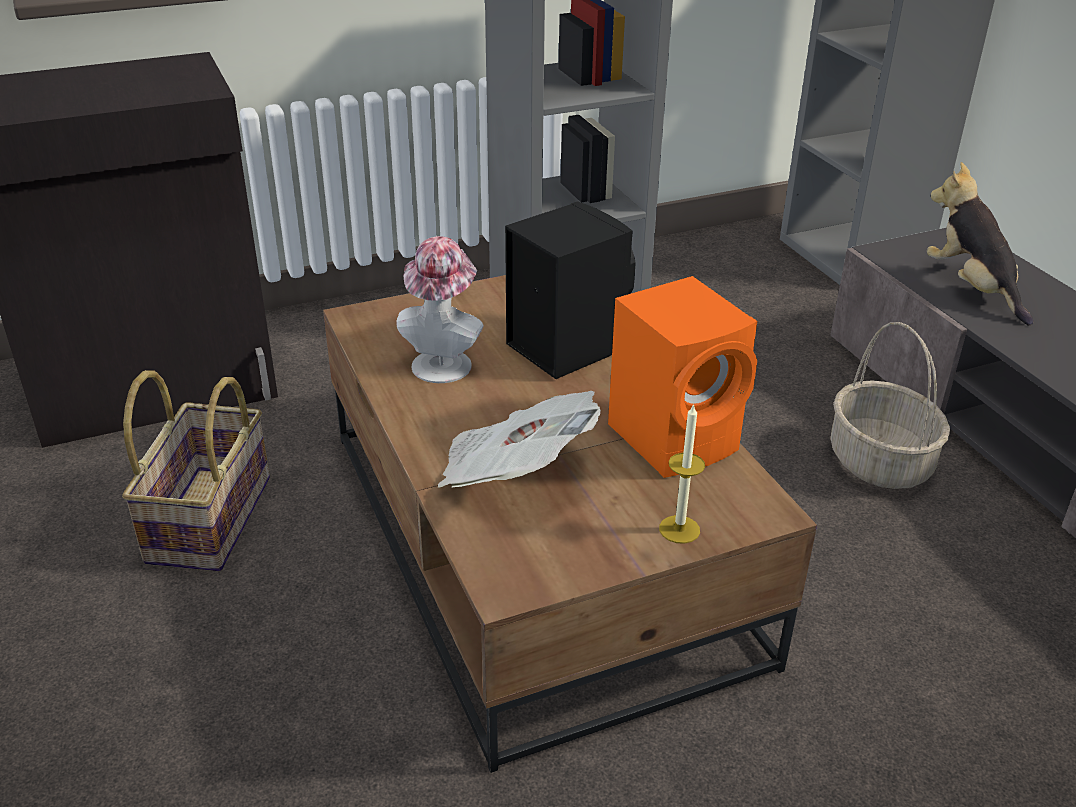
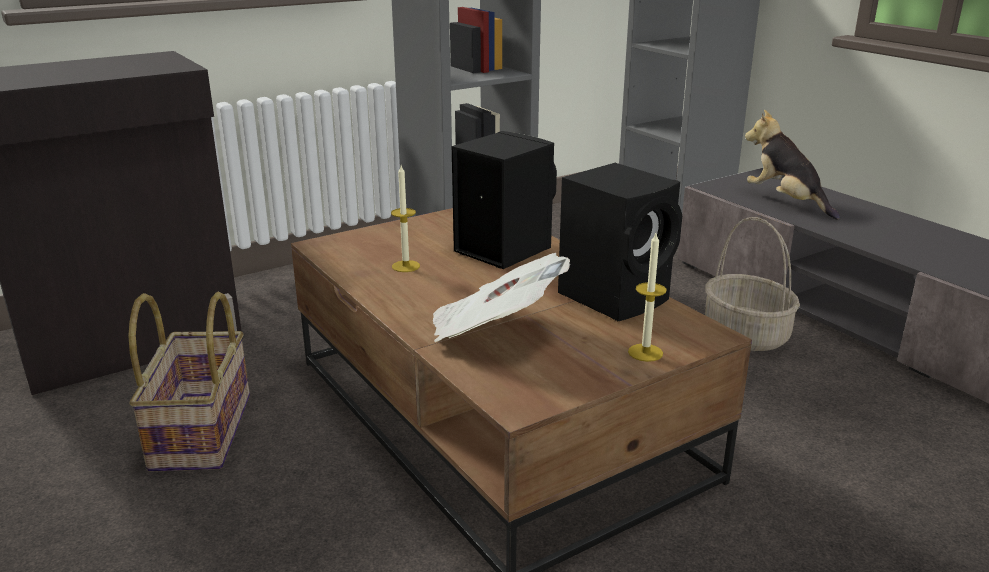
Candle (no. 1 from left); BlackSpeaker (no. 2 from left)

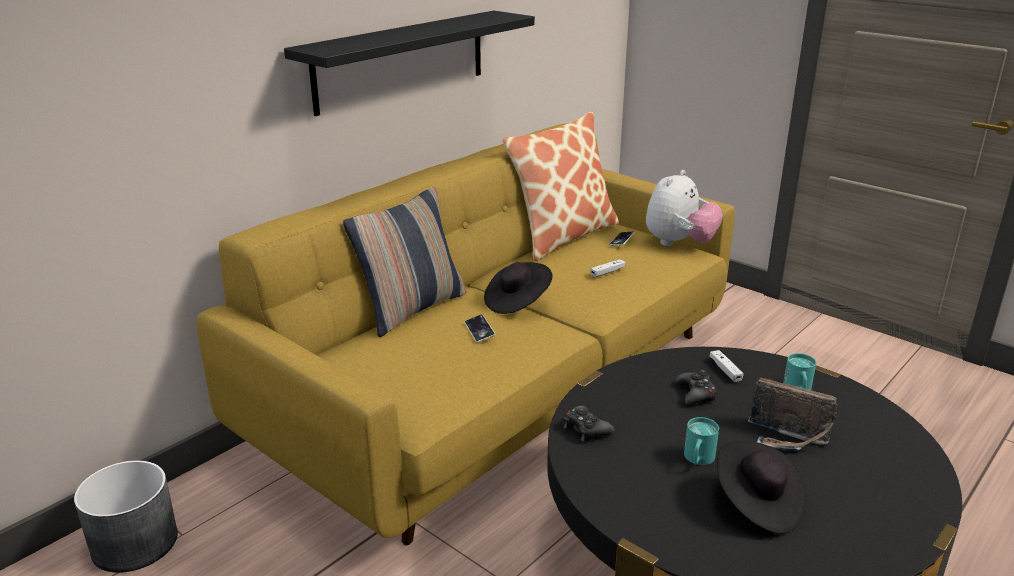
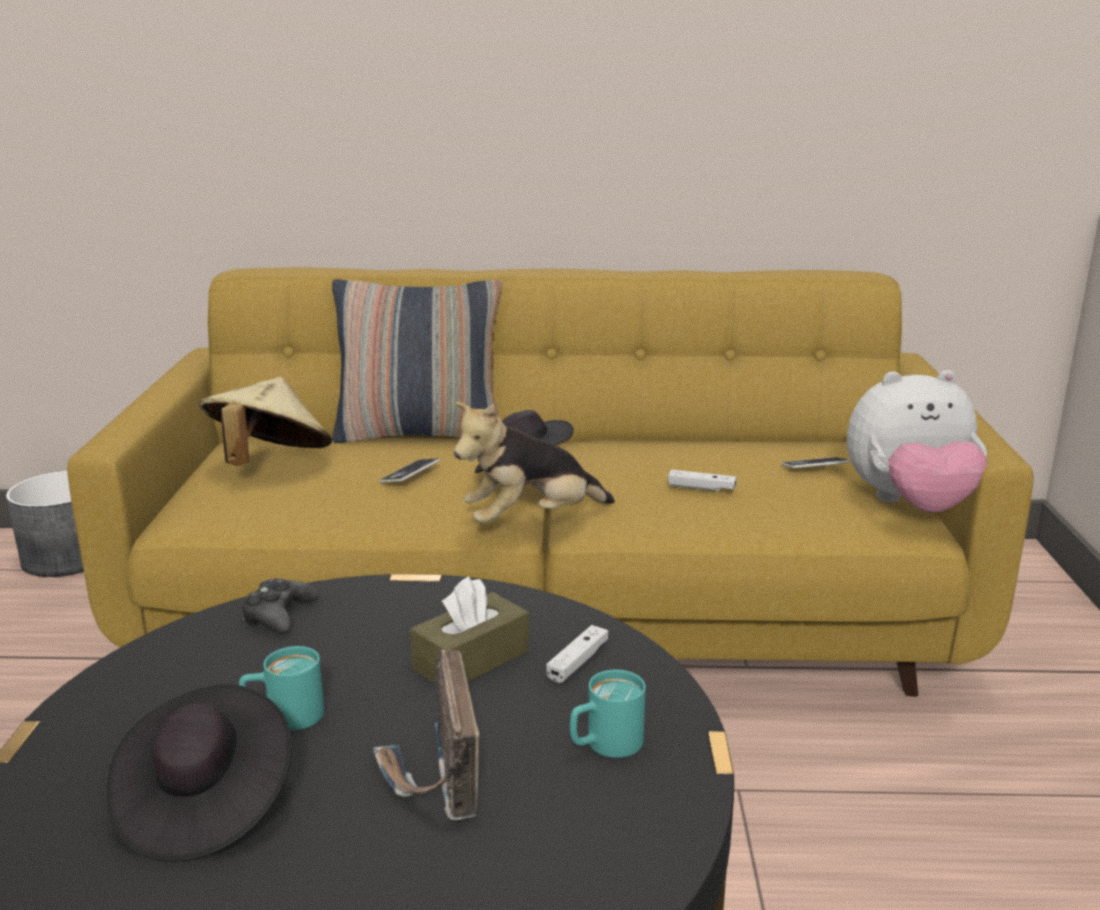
BeigeHat; BrownTissueBox; PlushToy (no. 1 from left); BlackShelf; Pillow (no. 2 from left in the first image)

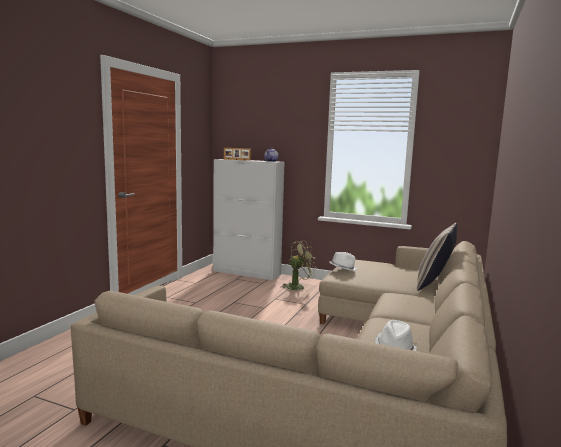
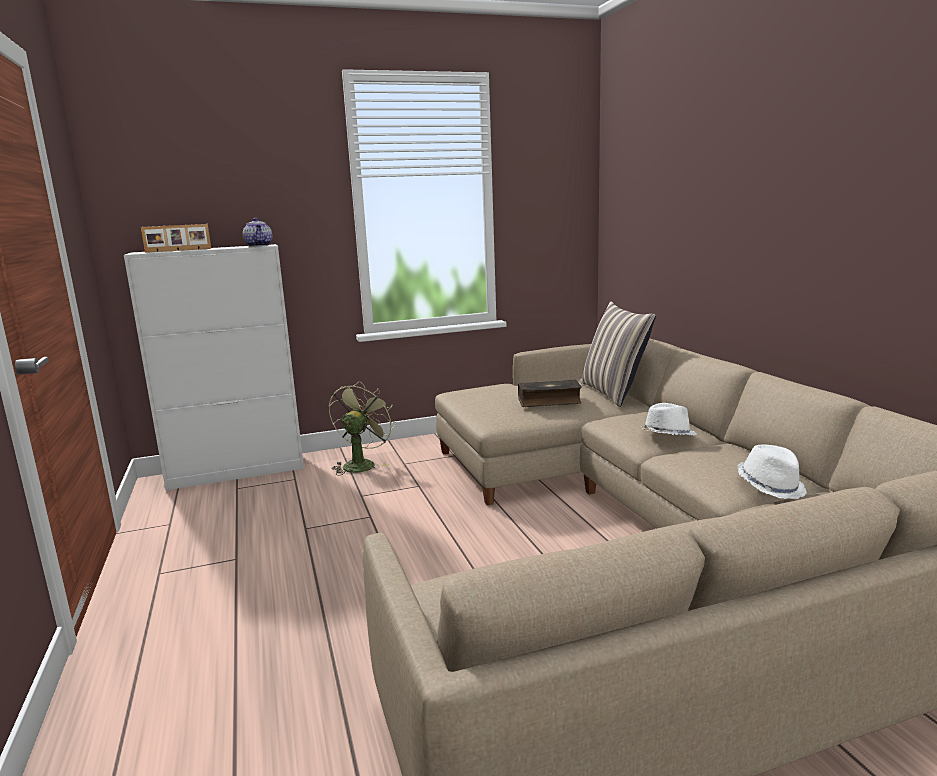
Book; WhiteHat (no. 1 from left)

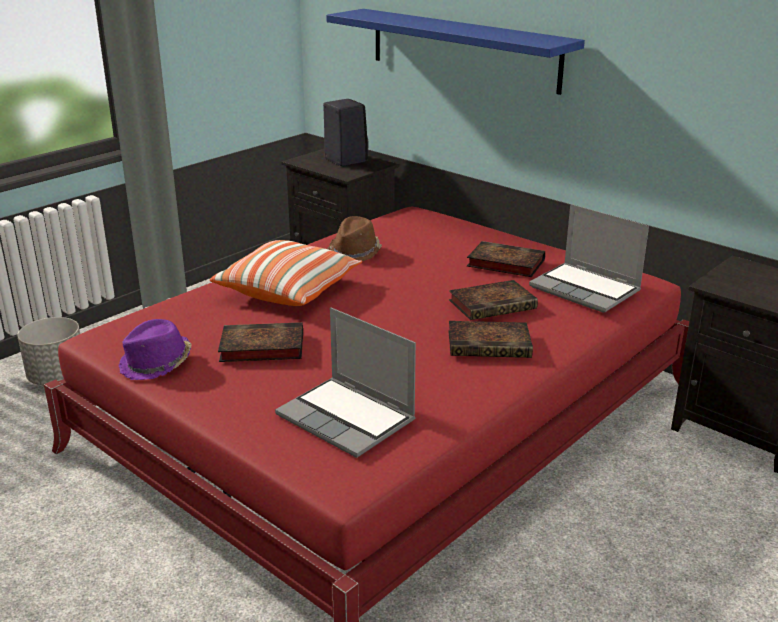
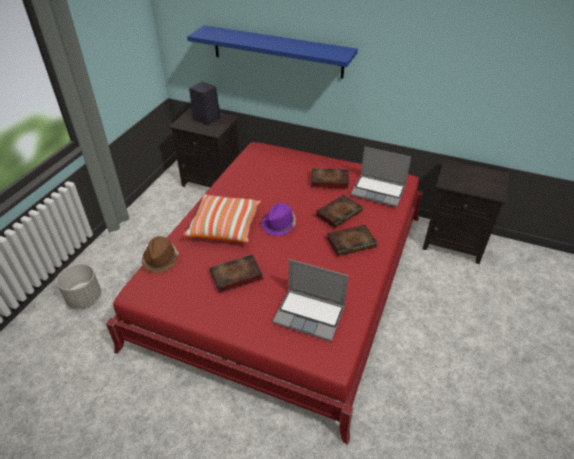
BrownHat; PurpleHat

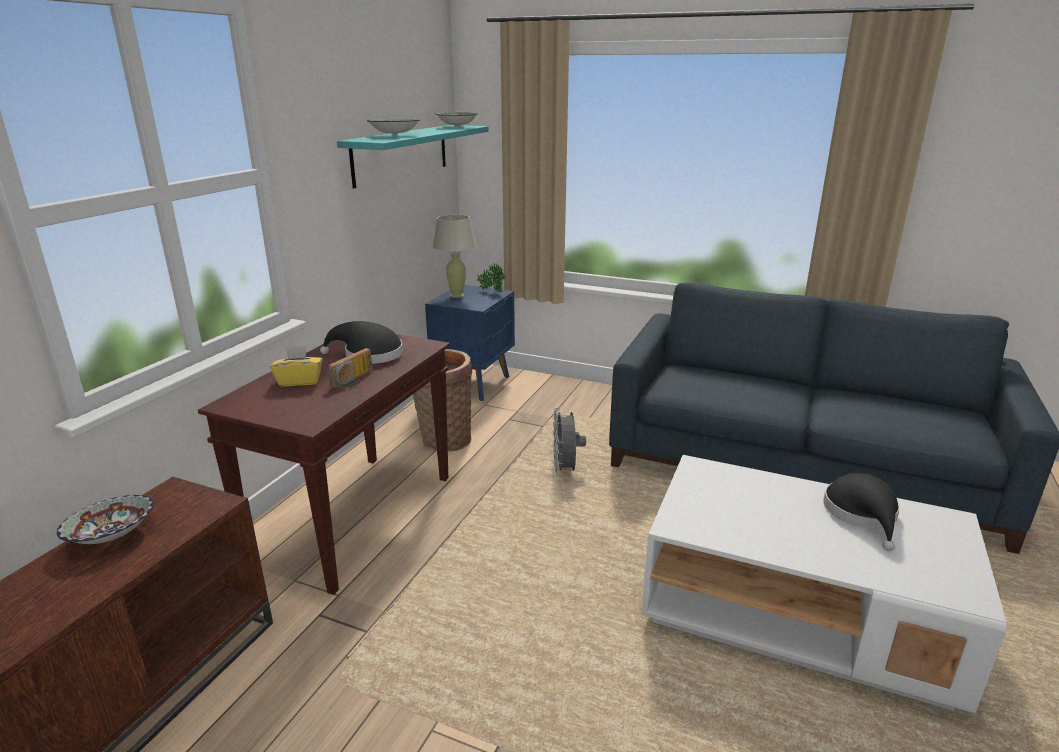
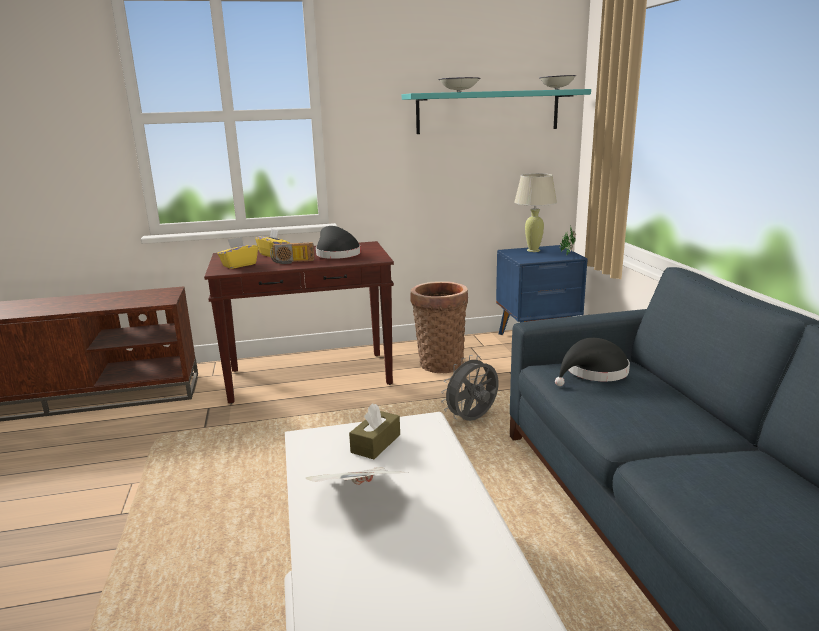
YellowTissueBox (no. 1 from left); Newspaper; BrownTissueBox; BlackHat (no. 2 from left); Bowl (no. 1 from left in the first image)

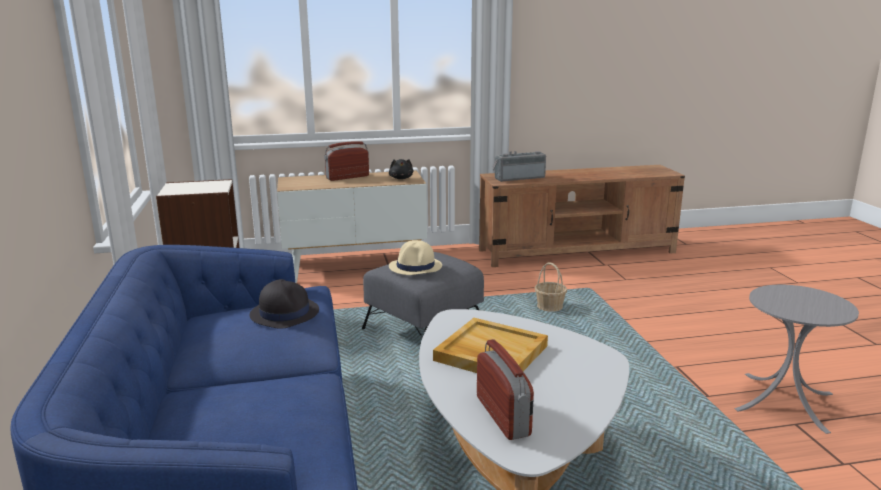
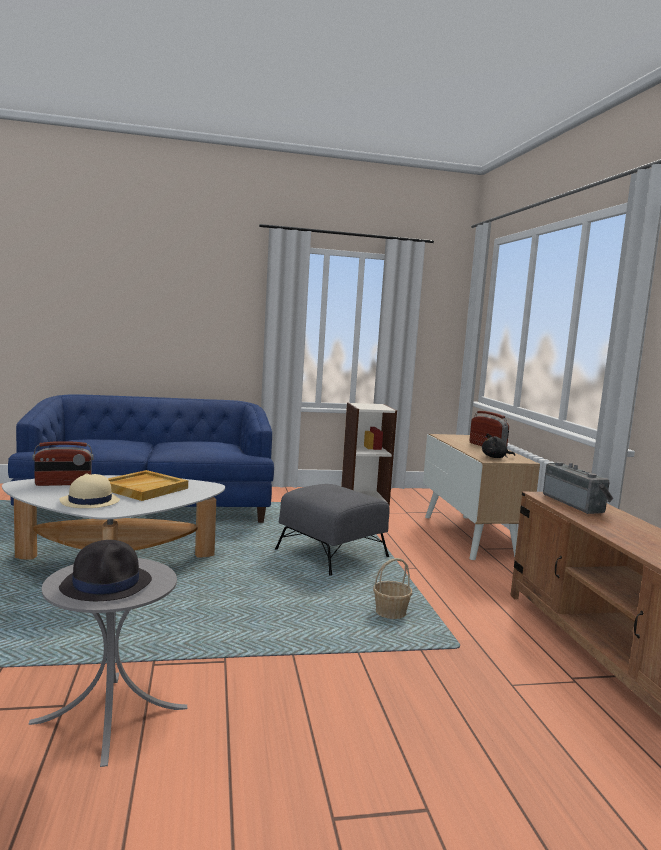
BeigeHat; BlackHat

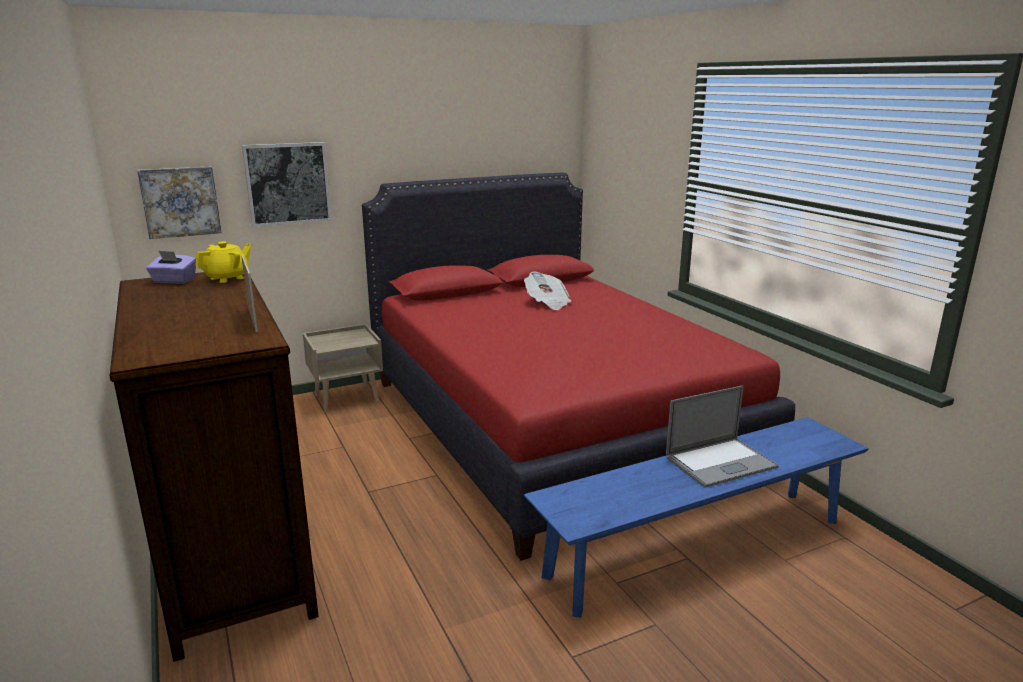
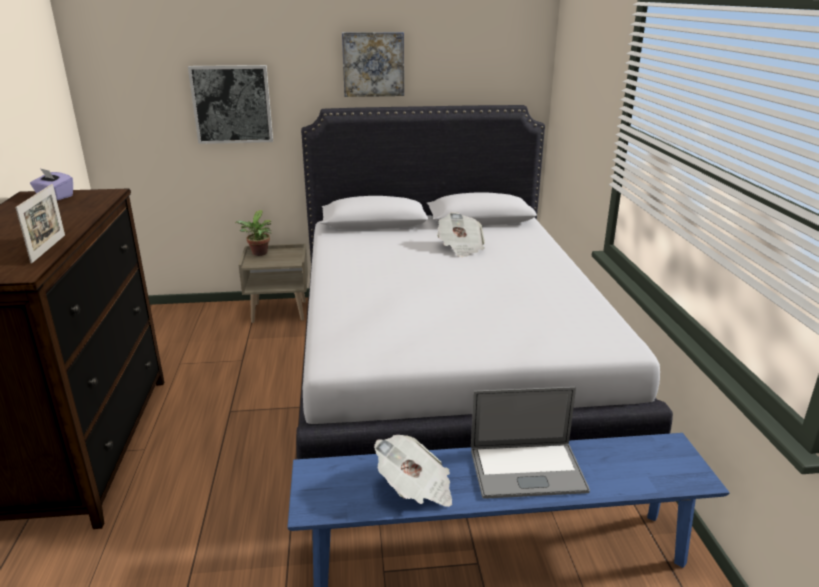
PottedPlant; WhiteBed; Picture (no. 2 from left); Newspaper (no. 1 from left); YellowTeapot

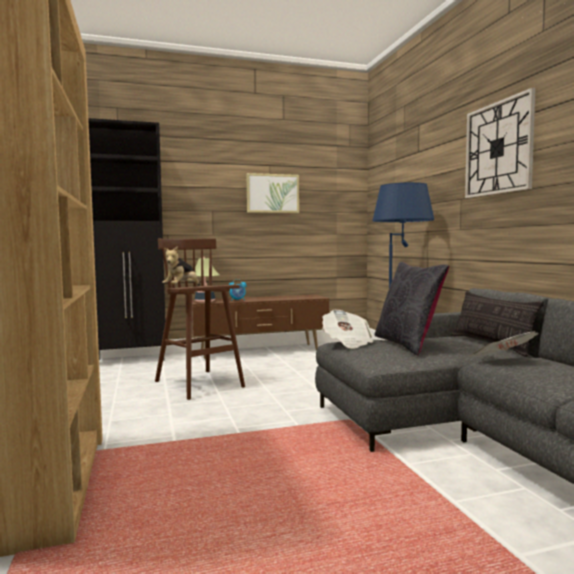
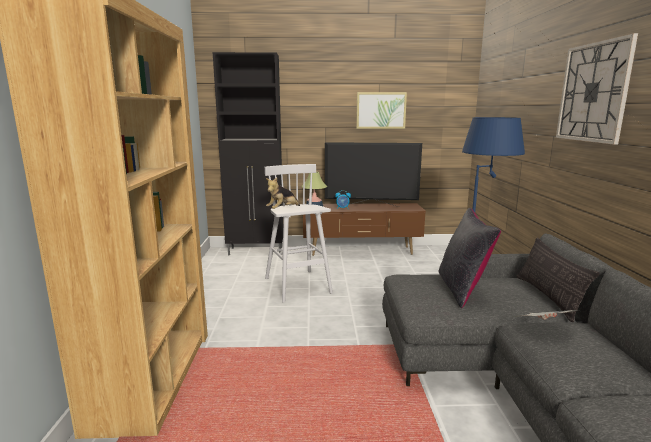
WhiteStool; Television; Newspaper (no. 1 from left in the first image)

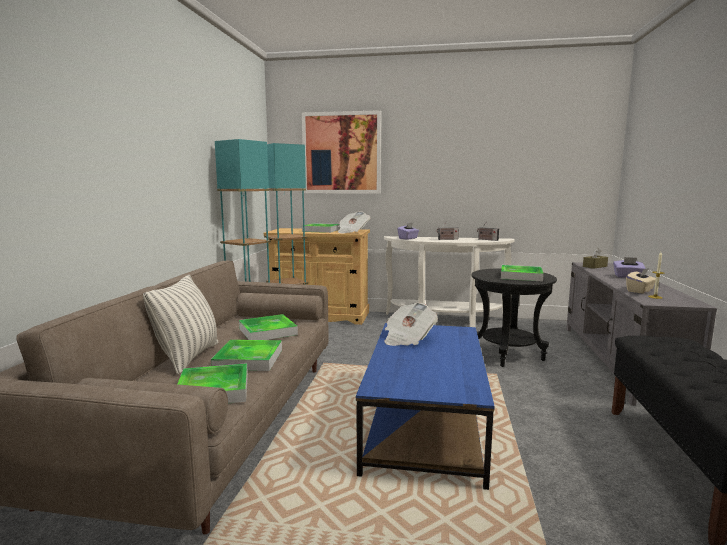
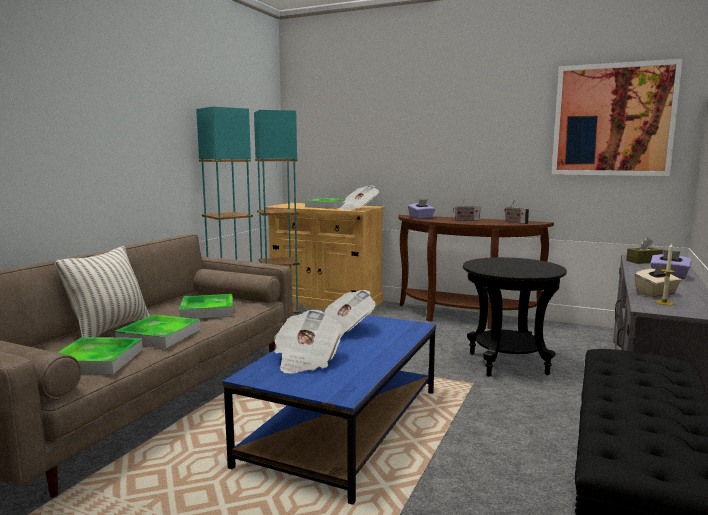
Newspaper (no. 1 from left); BrownConsoleTable; Picture; Tray (no. 5 from left in the first image)

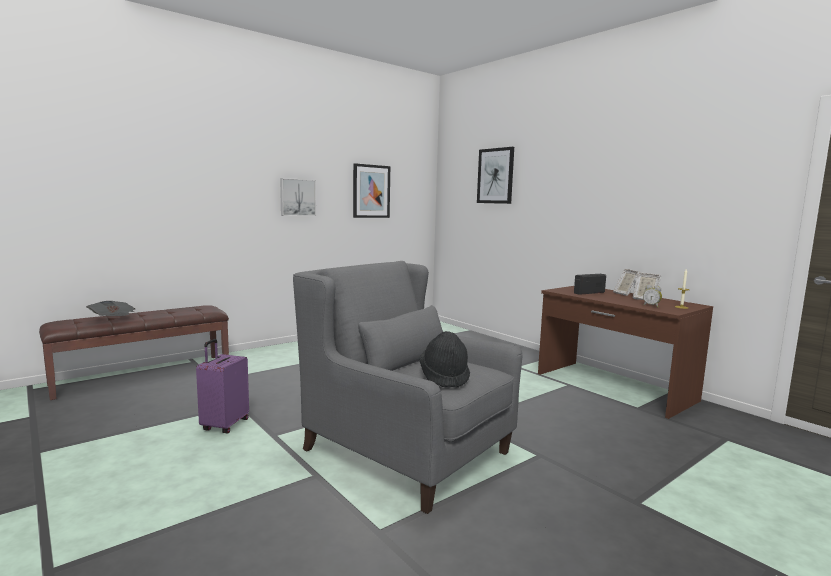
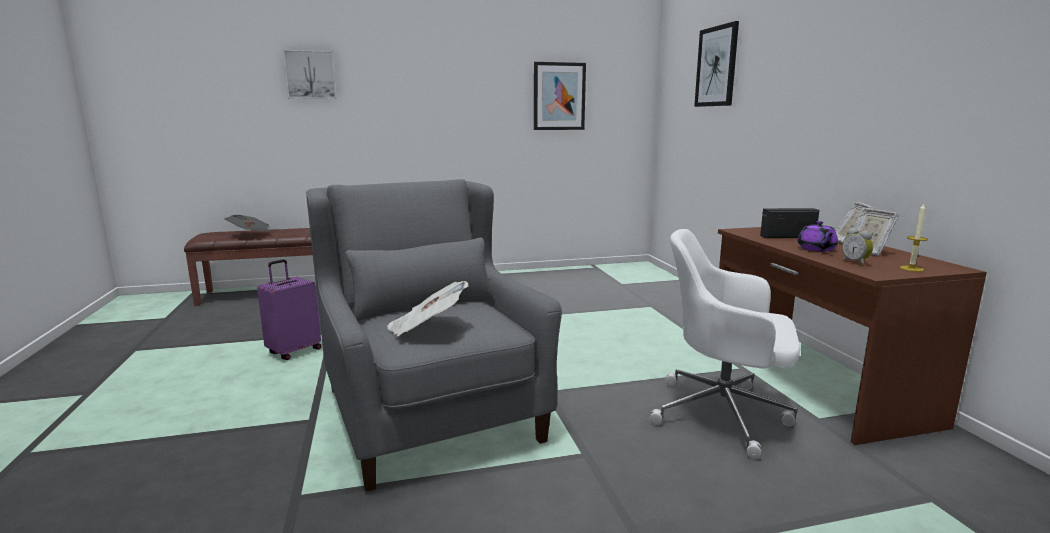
Picture (no. 1 from left); Newspaper (no. 2 from left); WhiteOfficeChair; PurpleTeapot

